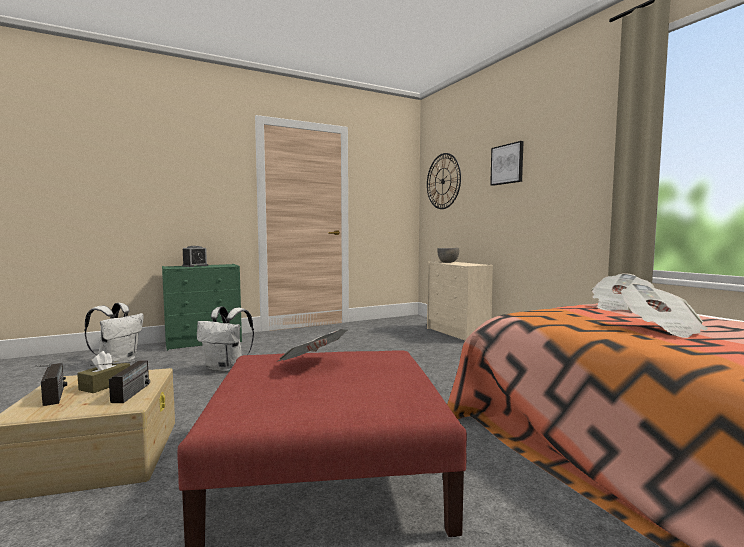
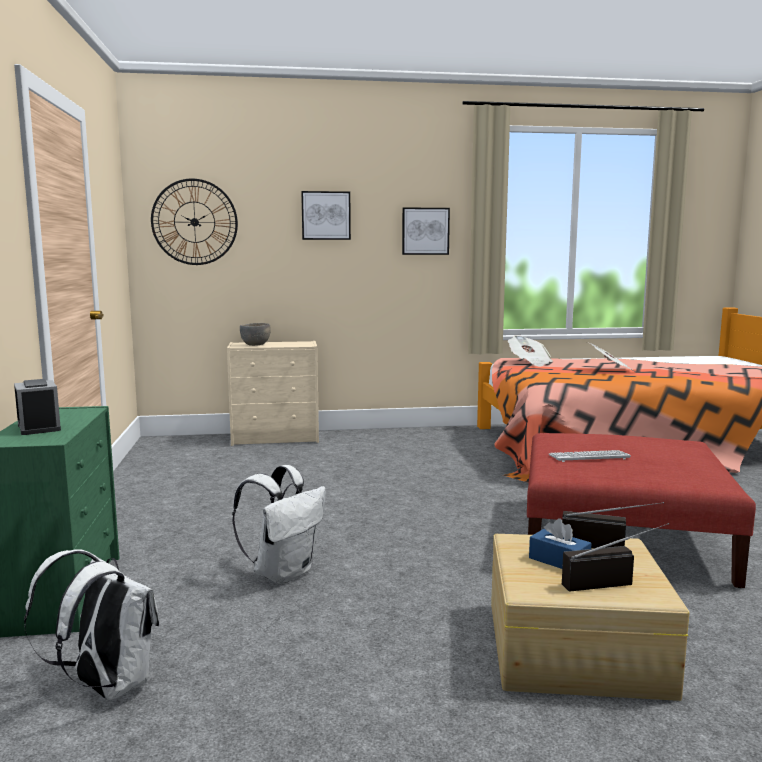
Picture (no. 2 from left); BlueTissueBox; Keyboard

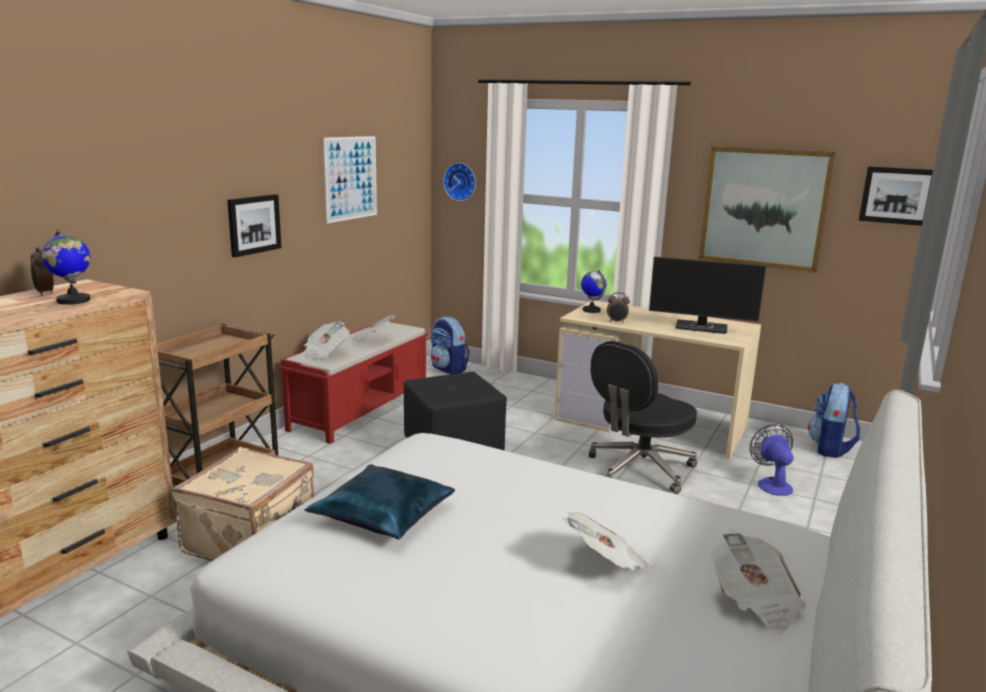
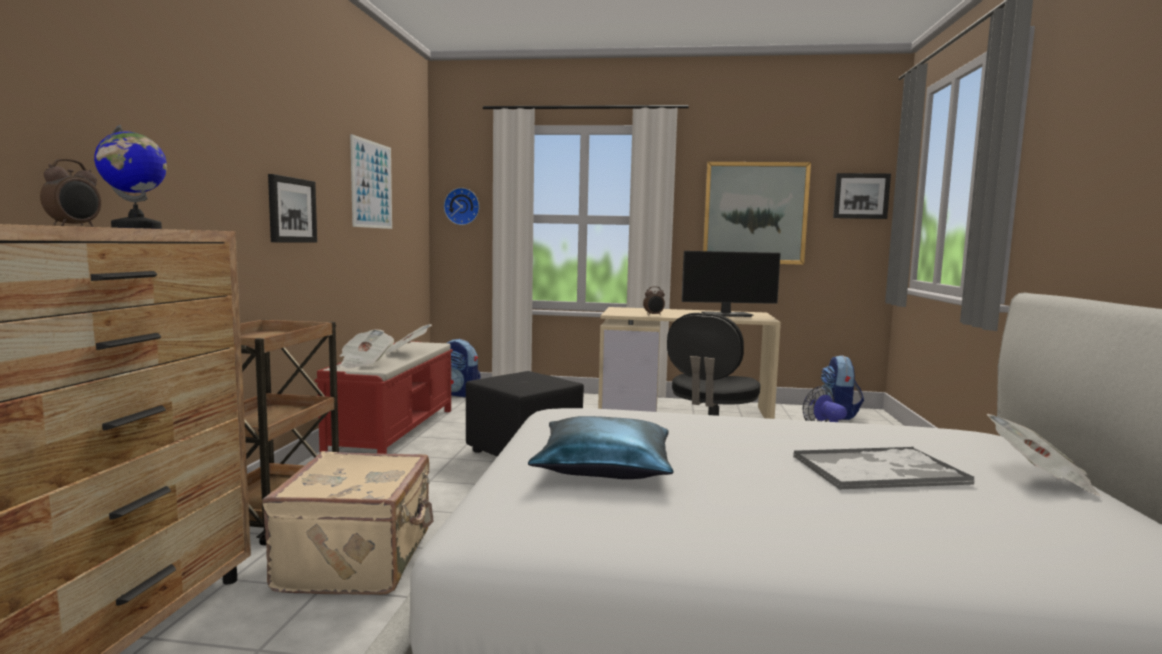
AlarmClock (no. 1 from left); Tray; Globe (no. 2 from left in the first image)

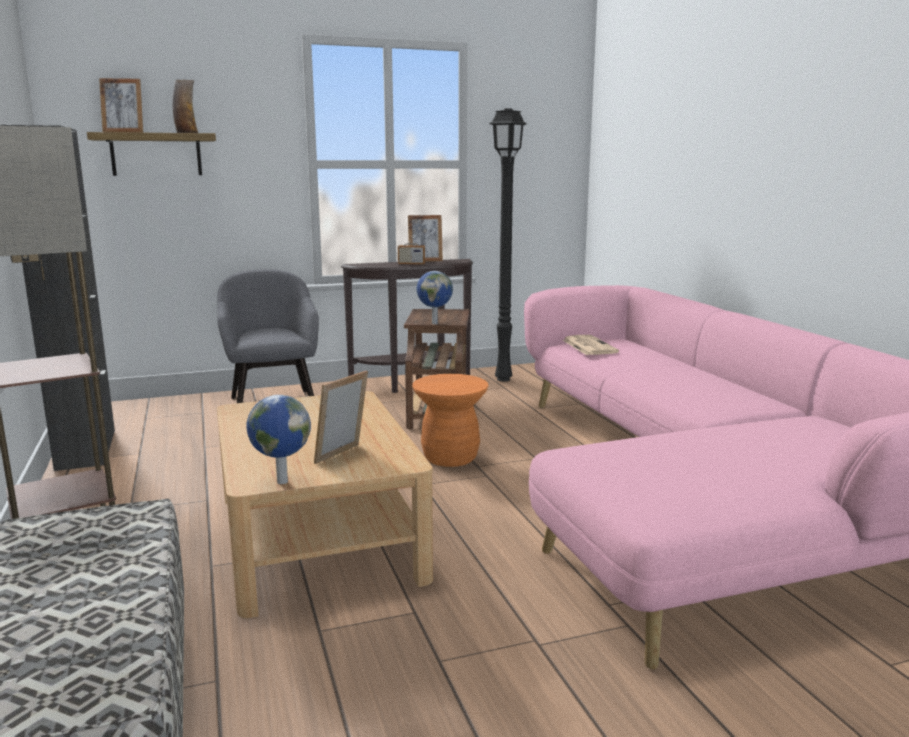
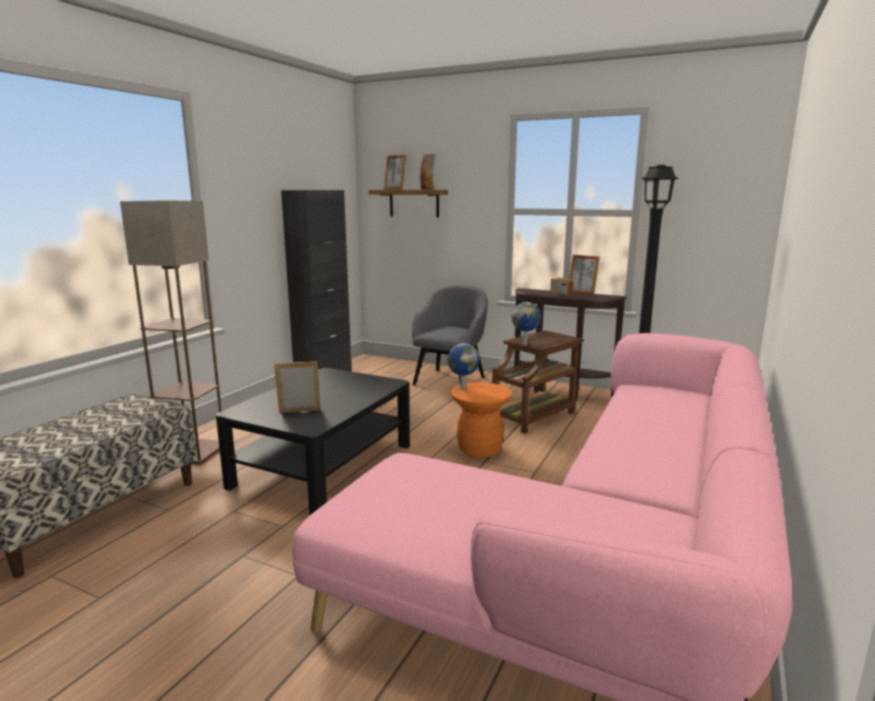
BlackCoffeeTable; Globe (no. 1 from left); Newspaper

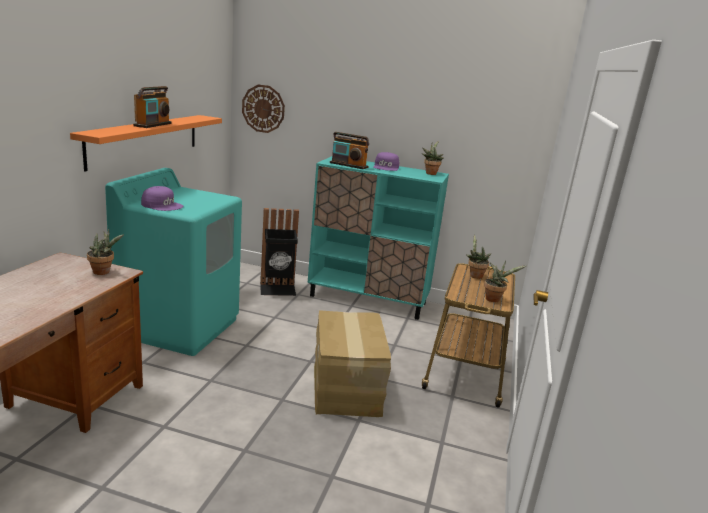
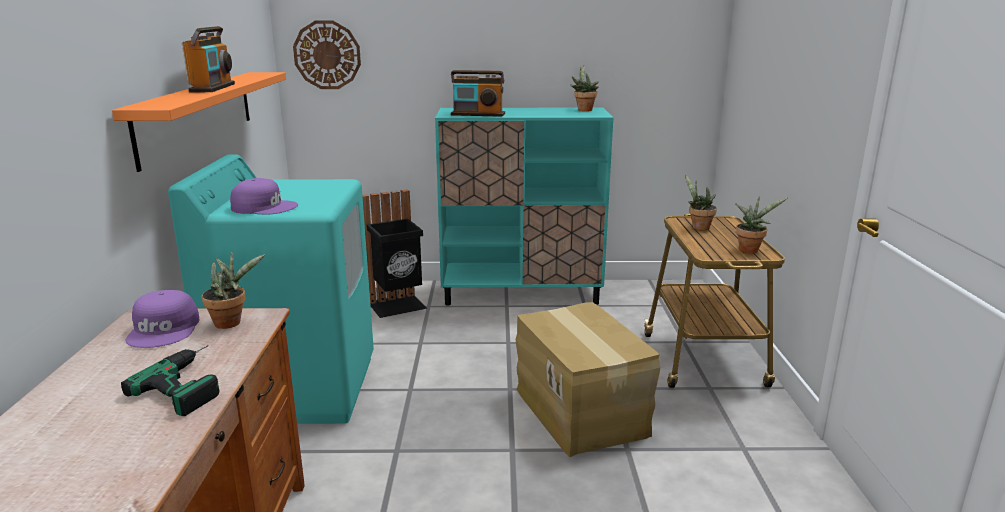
PowerDrill; PurpleCap (no. 1 from left)

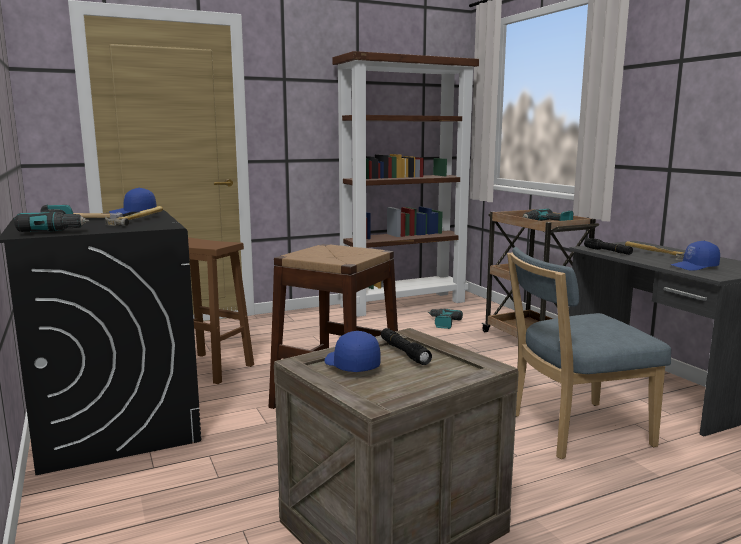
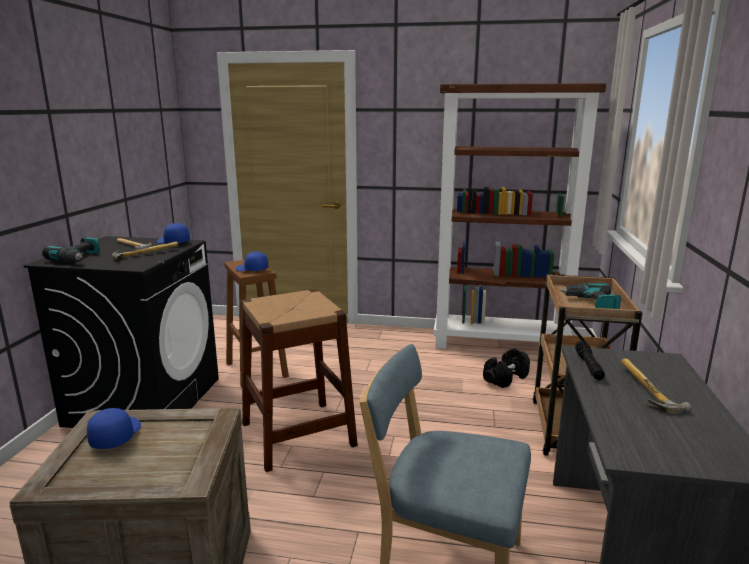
BlueCap (no. 3 from left); BlackDumbbell; BlackFlashlight (no. 1 from left in the first image)

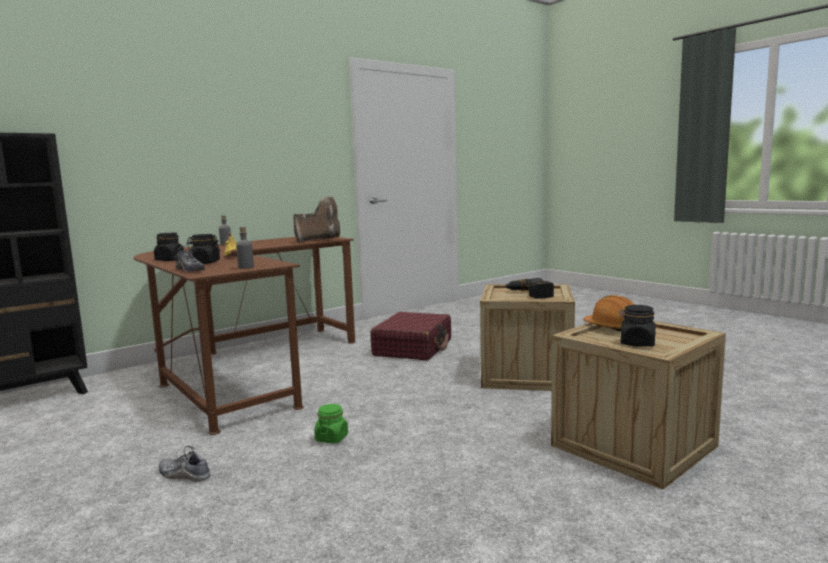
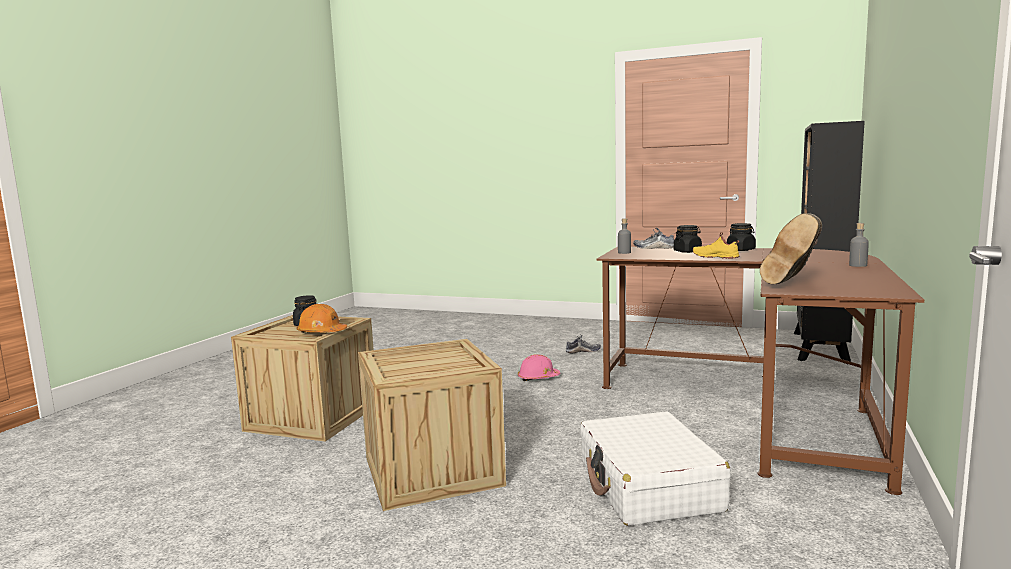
PinkHardHat; WhiteSuitcase; PowerDrill

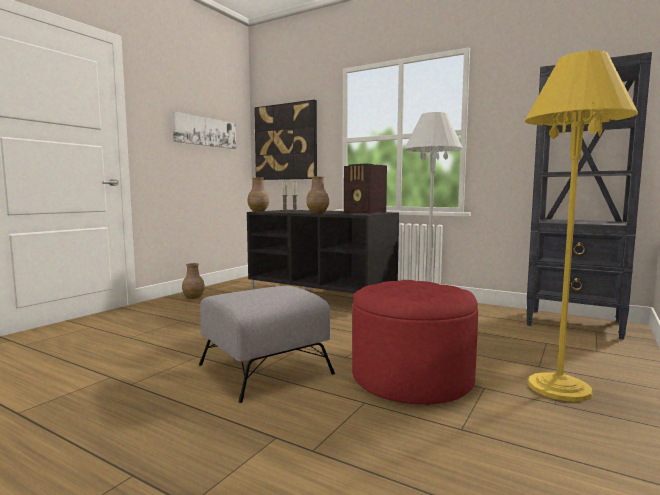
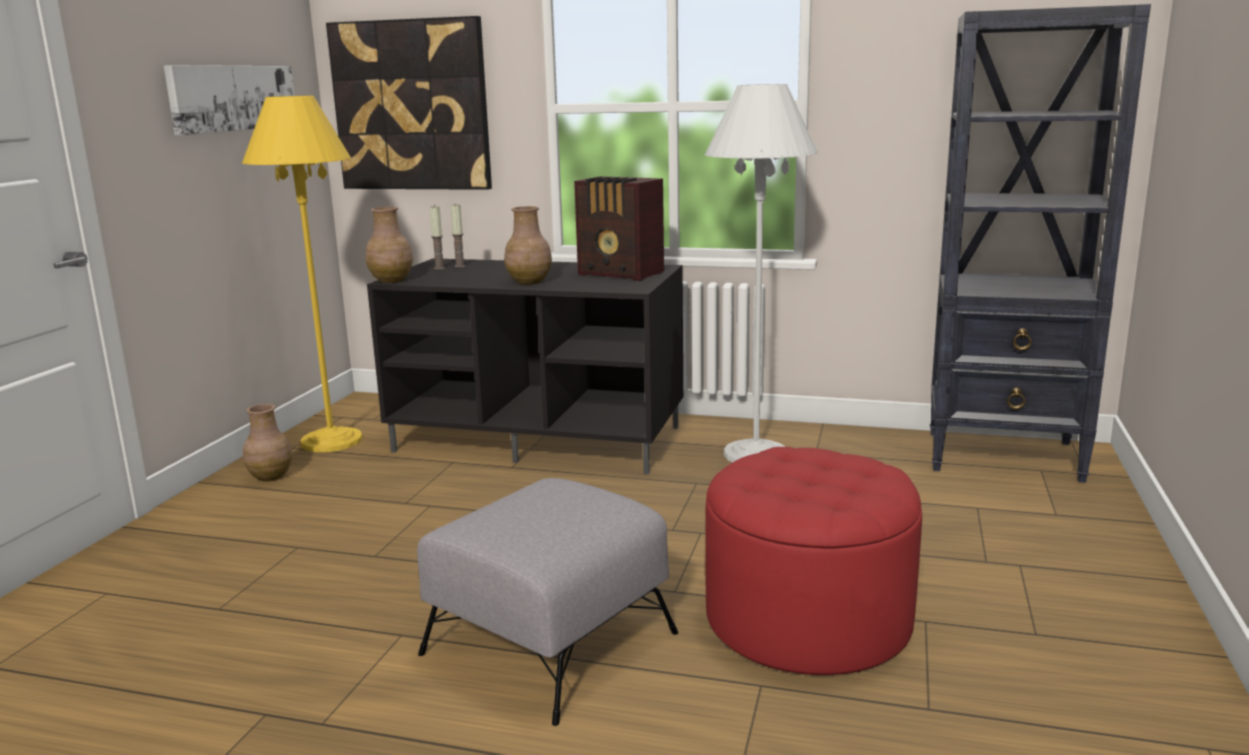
YellowFloorLamp

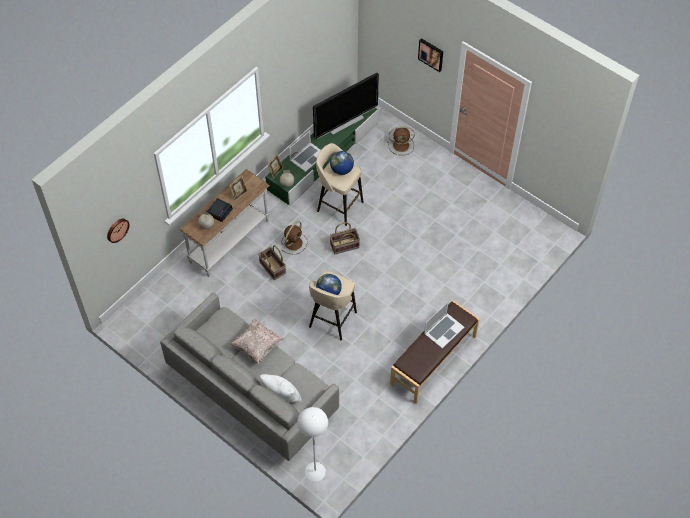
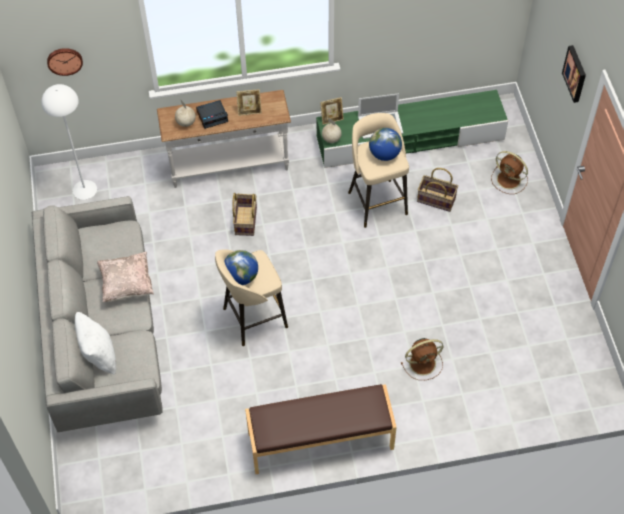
WhiteFloorLamp; BrownFan (no. 1 from left); Basket (no. 2 from left); Television; Laptop (no. 2 from left in the first image)

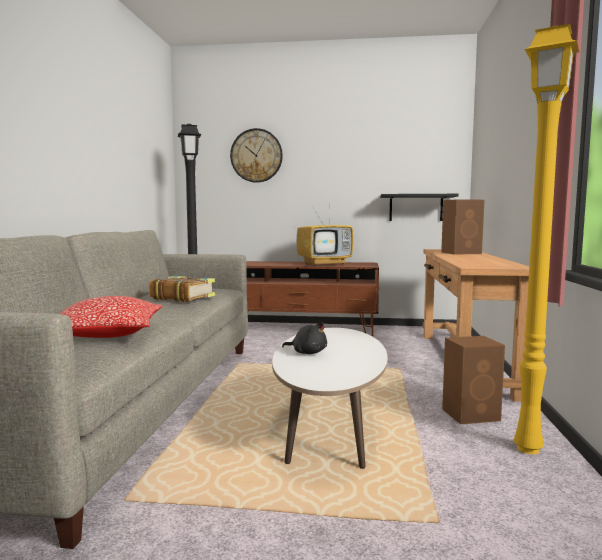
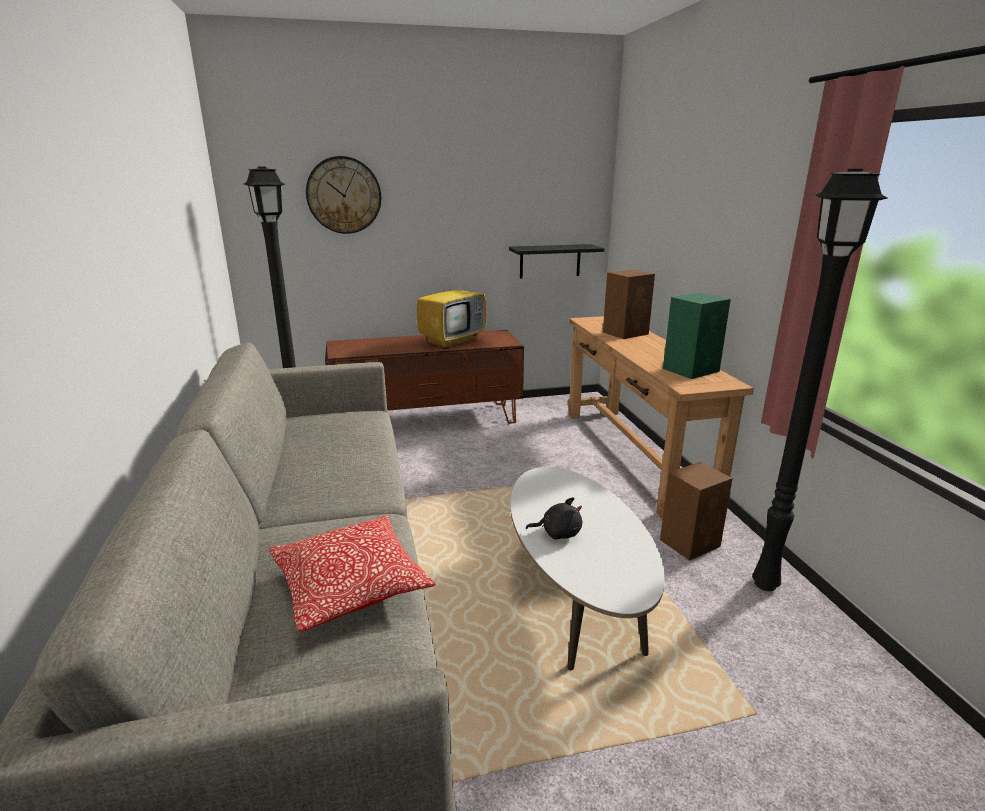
GreenSpeaker; BlackFloorLamp (no. 2 from left); Book

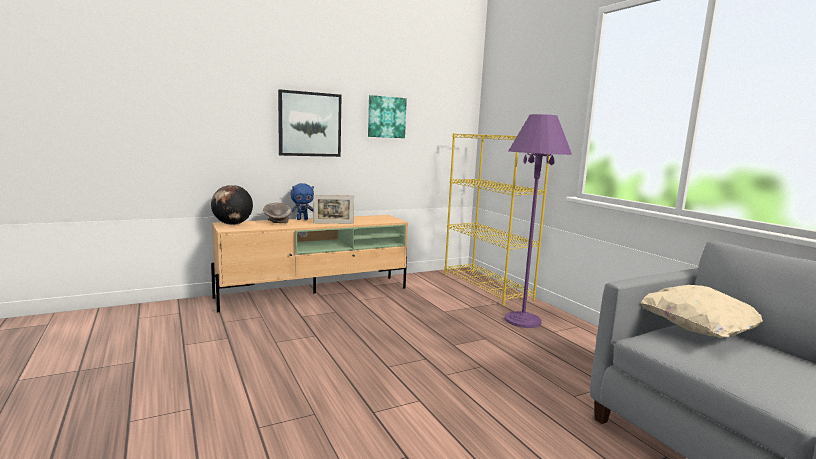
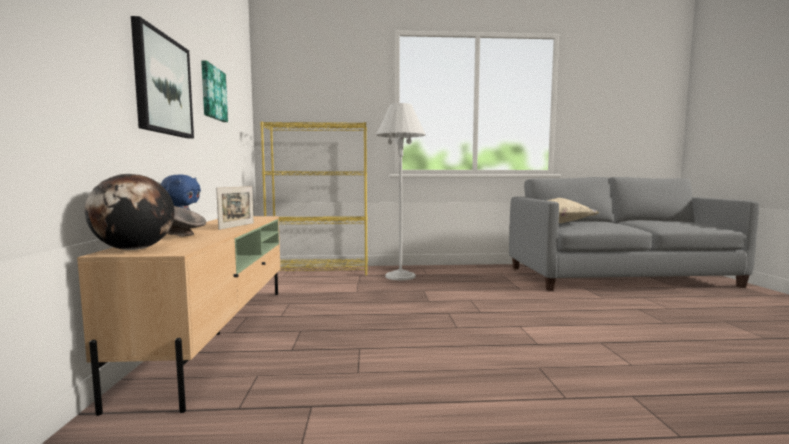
WhiteFloorLamp

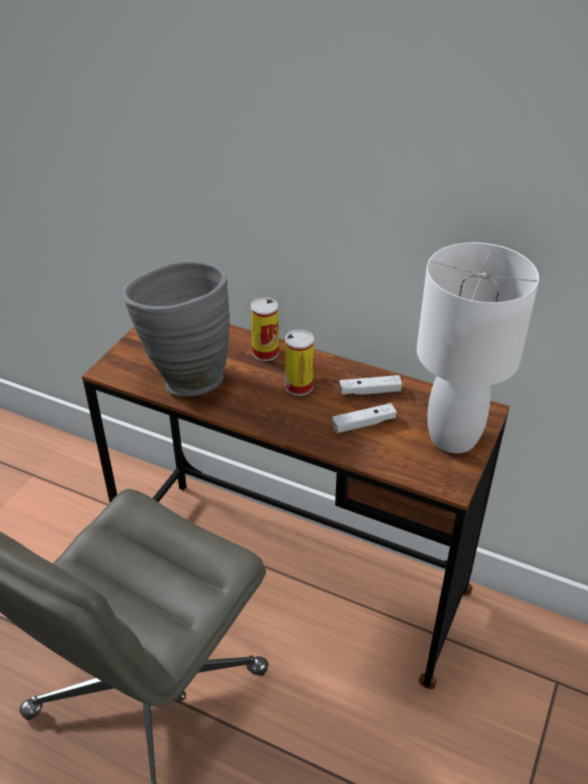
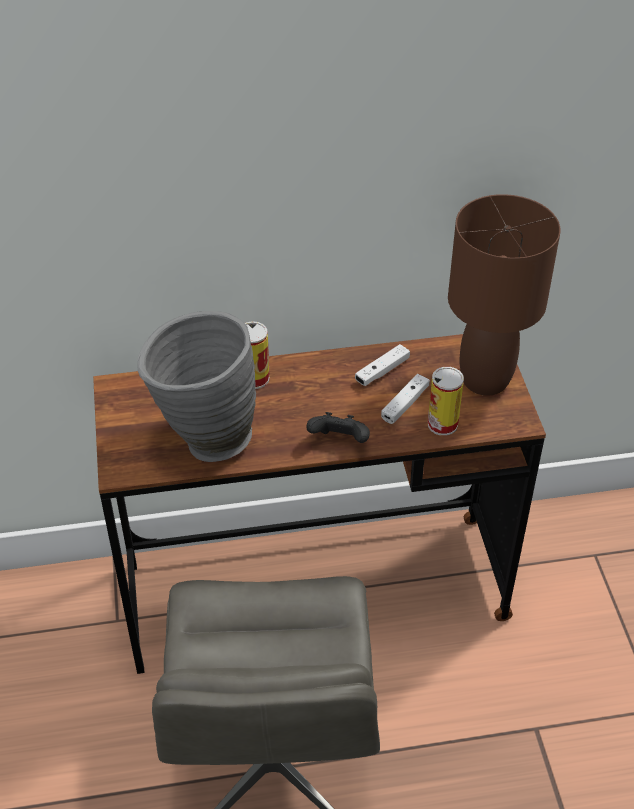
BlackGameController; Can (no. 2 from left); BrownTableLamp

